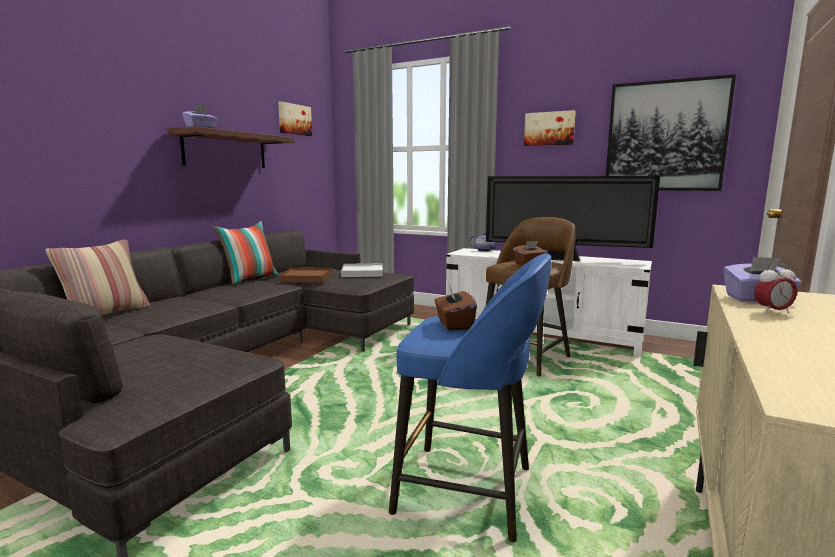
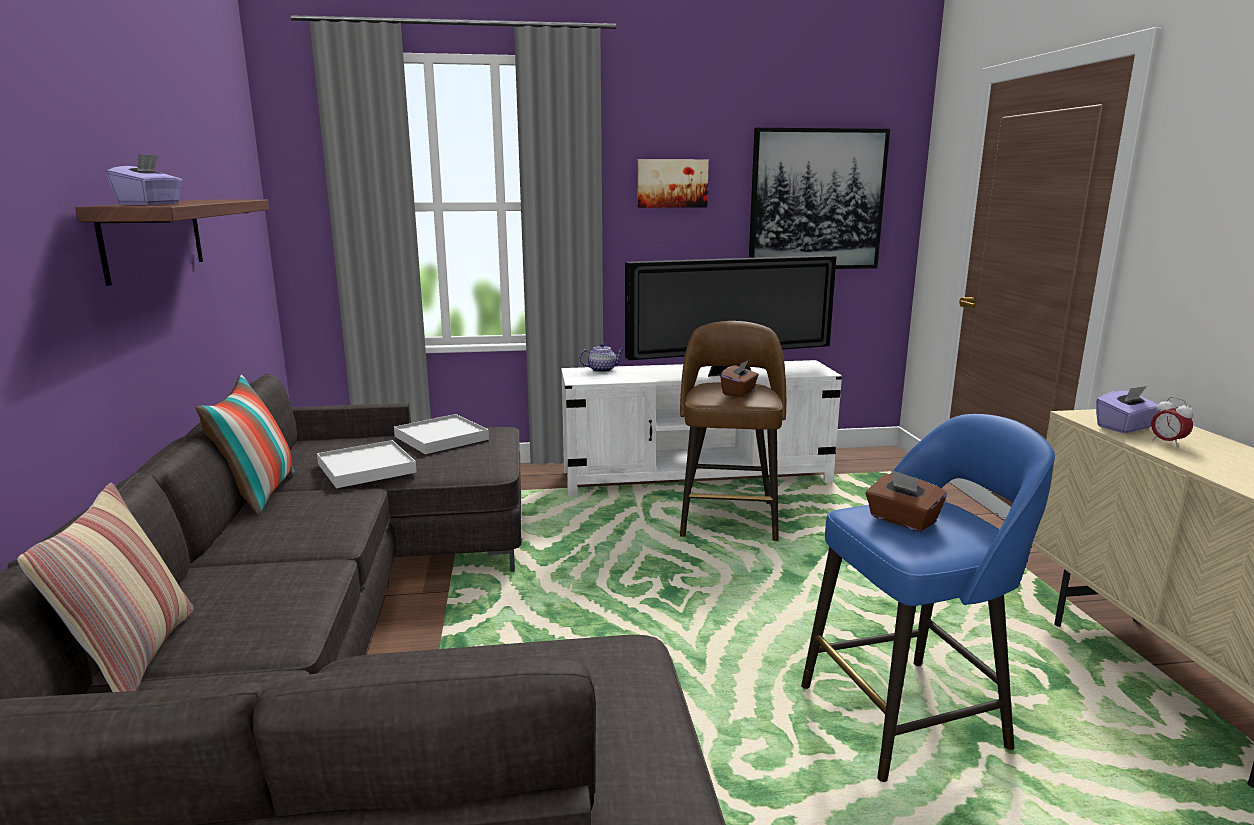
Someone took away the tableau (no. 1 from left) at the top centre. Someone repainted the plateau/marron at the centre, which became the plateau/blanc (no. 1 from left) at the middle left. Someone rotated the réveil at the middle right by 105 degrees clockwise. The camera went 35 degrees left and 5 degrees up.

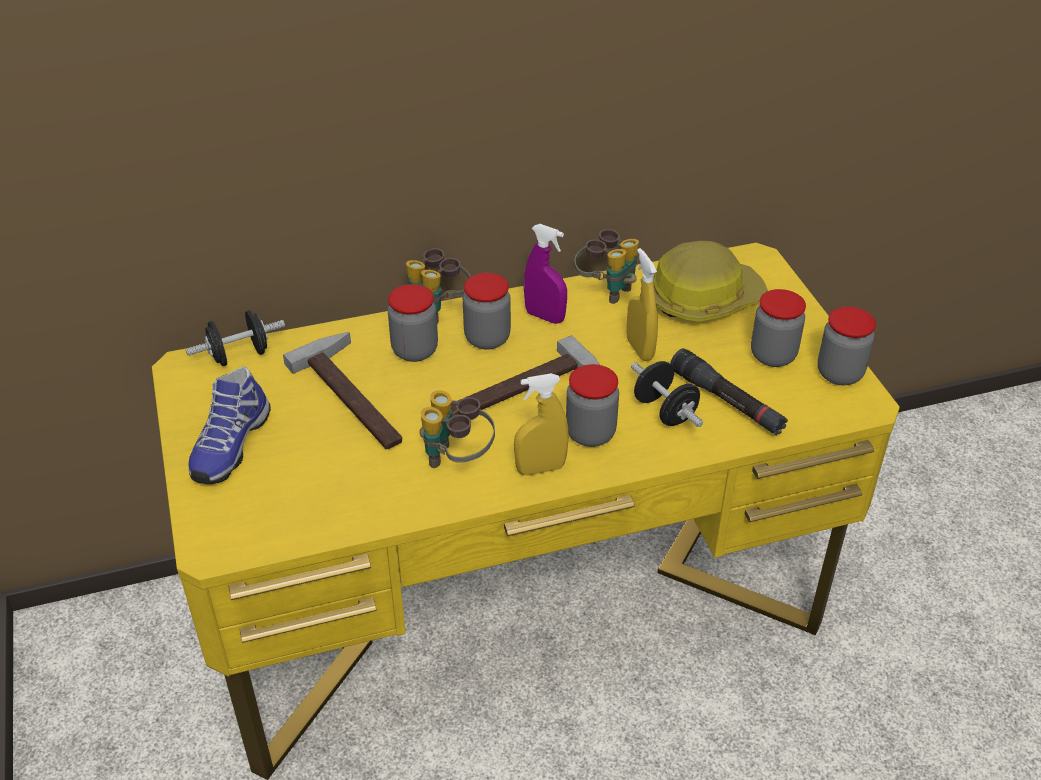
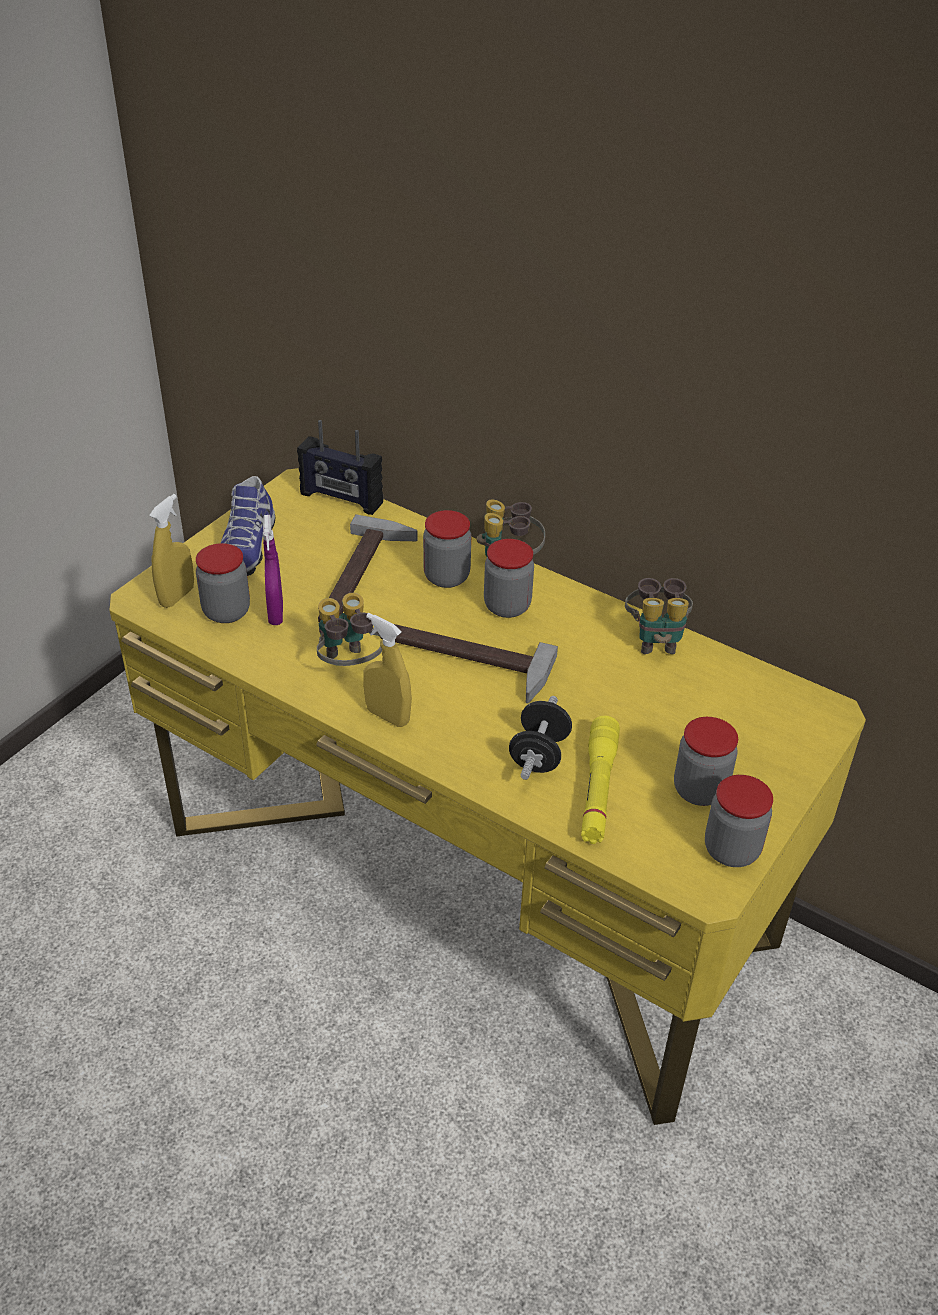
Someone swapped the haltère/noir (no. 1 from left) at the middle left for the radio at the centre. Someone rotated the chaussure at the middle left by 60 degrees counterclockwise. Someone carried the vaporisateur/violet from the centre to the middle left. Someone carried the bocal (no. 3 from left in the first image) from the centre to the middle left. Someone carried the vaporisateur/jaune (no. 2 from left in the first image) from the centre to the middle left. Someone took away the casque de chantier at the middle right. Someone repainted the lampe de poche/noir at the middle right, which became the lampe de poche/jaune at the centre. The camera went 50 degrees right and 0 degrees up.

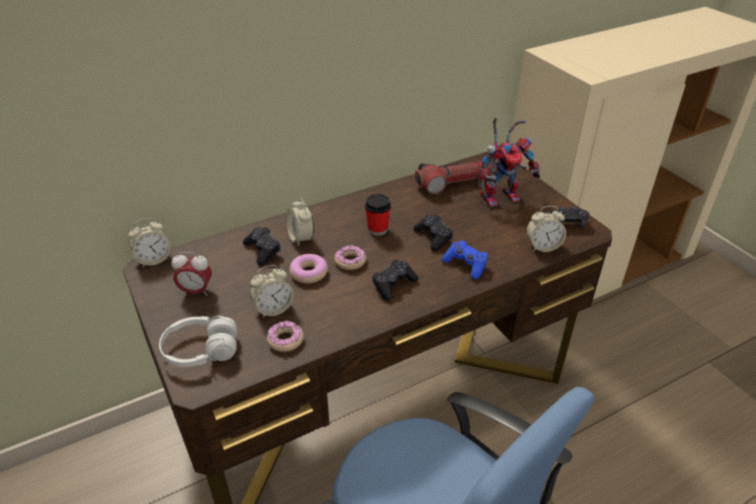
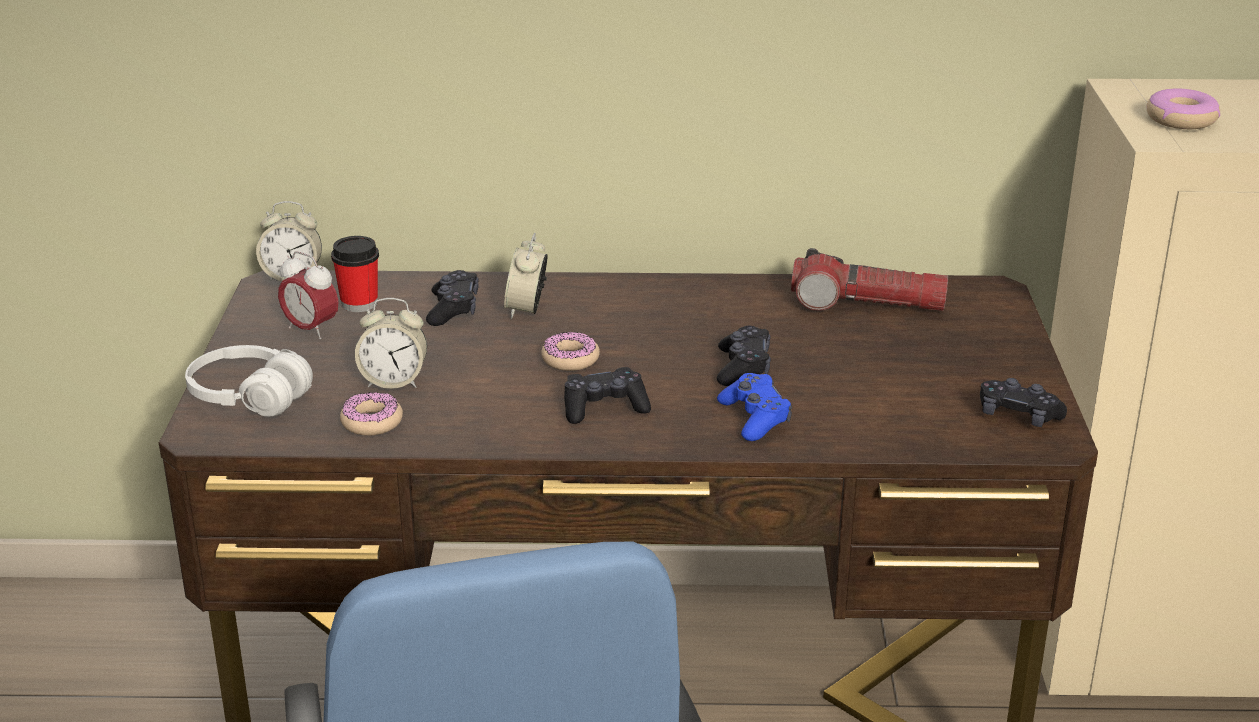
Someone carried the beignet (no. 2 from left in the first image) from the centre to the top right. Someone carried the tasse from the centre to the middle left. Someone took away the robot jouet at the top right. Someone took away the réveil (no. 5 from left) at the middle right. The camera went 30 degrees right and 10 degrees down.

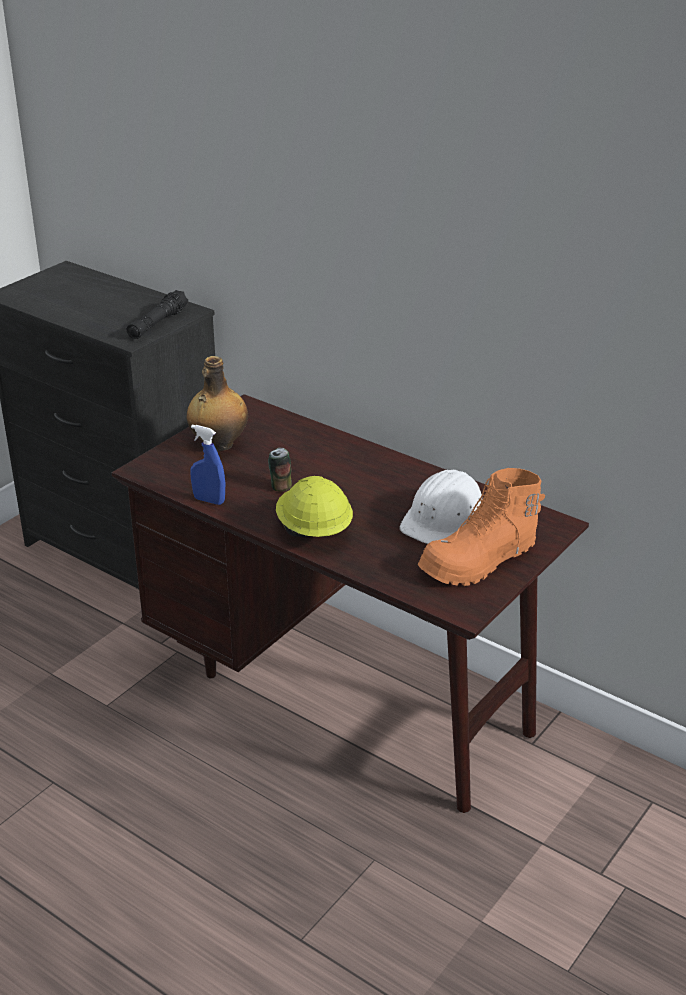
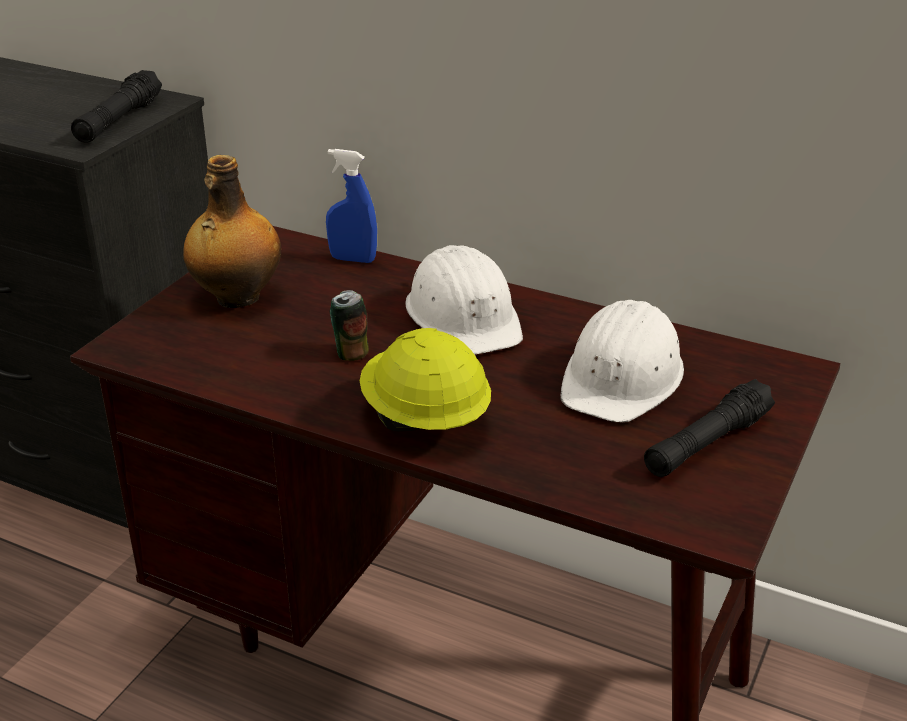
Someone carried the vaporisateur/bleu from the middle left to the top centre. Someone swapped the botte/orange at the middle right for the lampe de poche/noir (no. 2 from left) at the middle right. Someone put down the casque de chantier/blanc (no. 1 from left) at the centre. The camera went 10 degrees left and 0 degrees up.

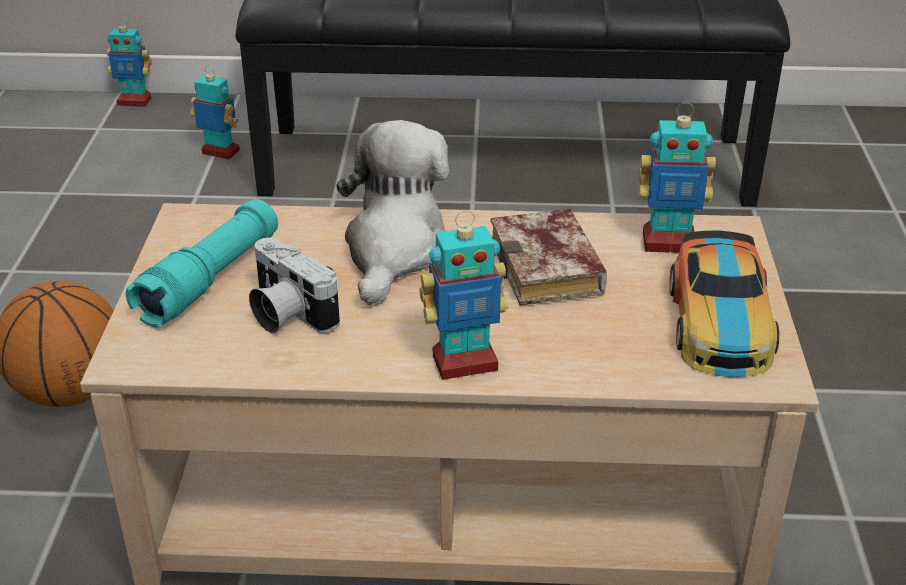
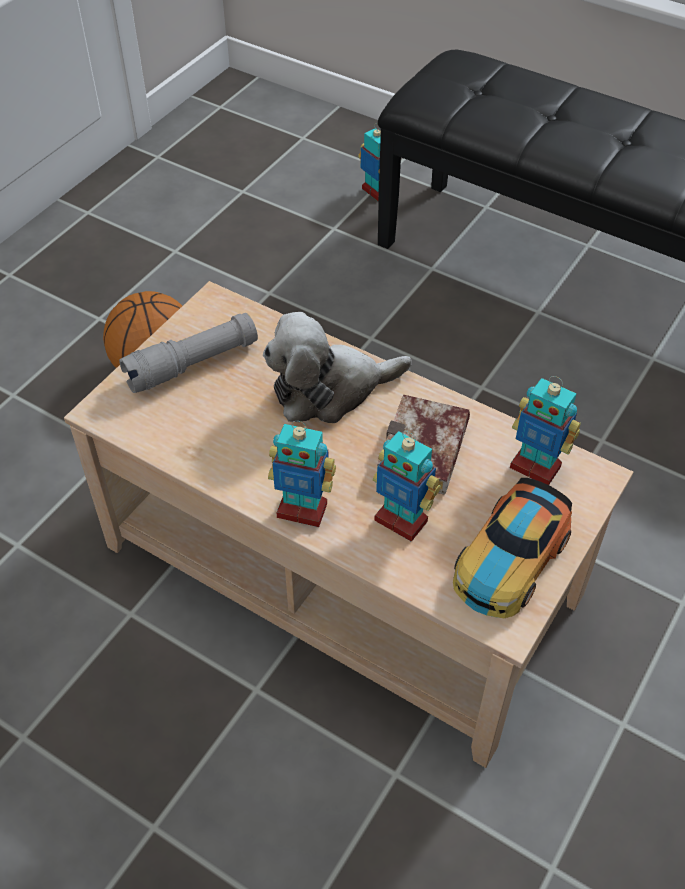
Someone carried the robot jouet (no. 1 from left in the first image) from the top left to the centre. Someone repainted the lampe de poche/turquoise at the middle left, which became the lampe de poche/gris at the middle left. Someone took away the appareil photo at the middle left. Someone rotated the peluche at the centre by 150 degrees counterclockwise. The camera went 30 degrees right and 15 degrees up.

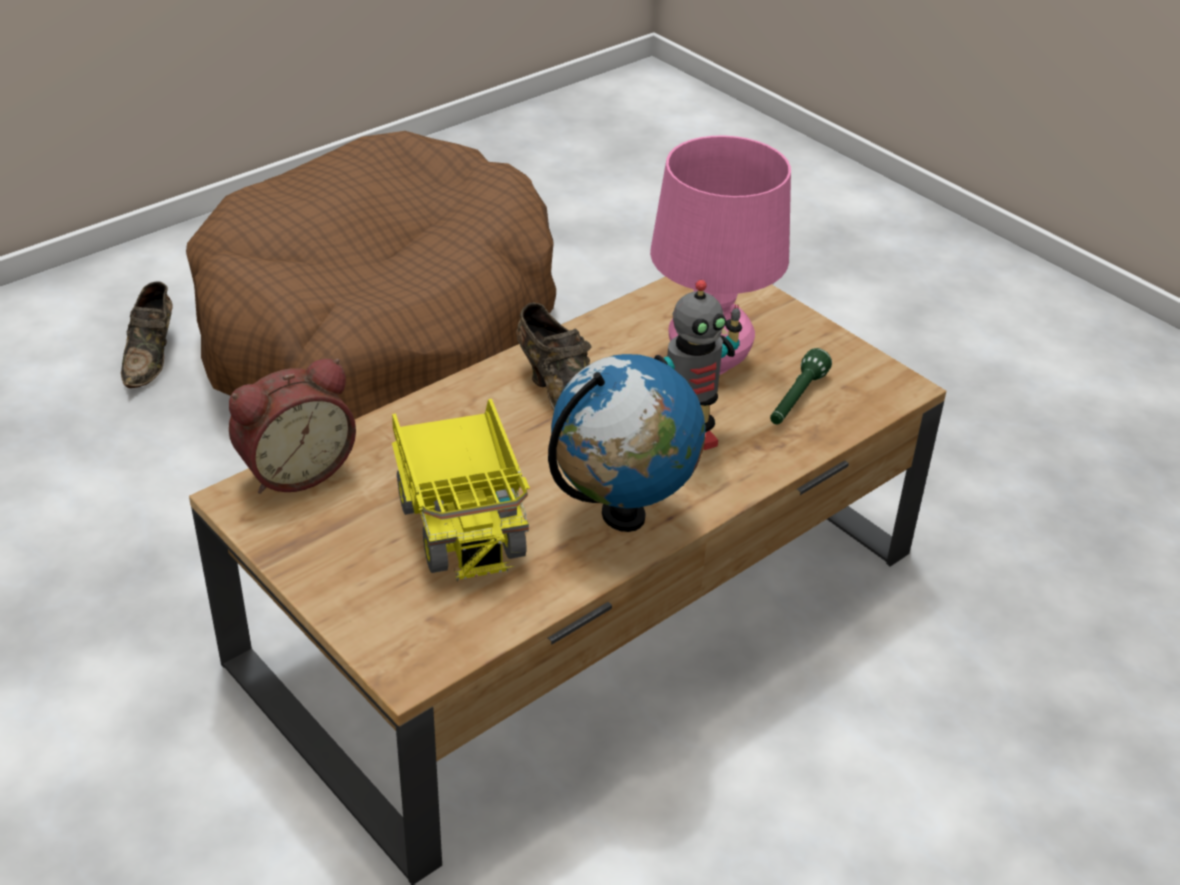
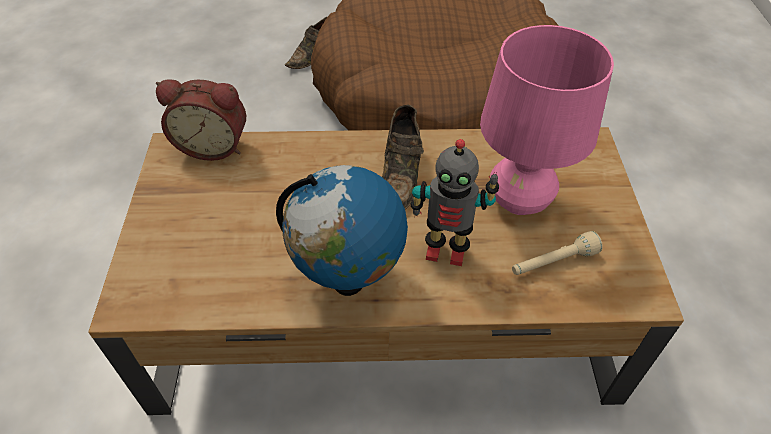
Someone took away the camion jouet at the centre. Someone repainted the lampe de poche/vert at the middle right, which became the lampe de poche/beige at the middle right. The camera went 40 degrees right and 10 degrees up.

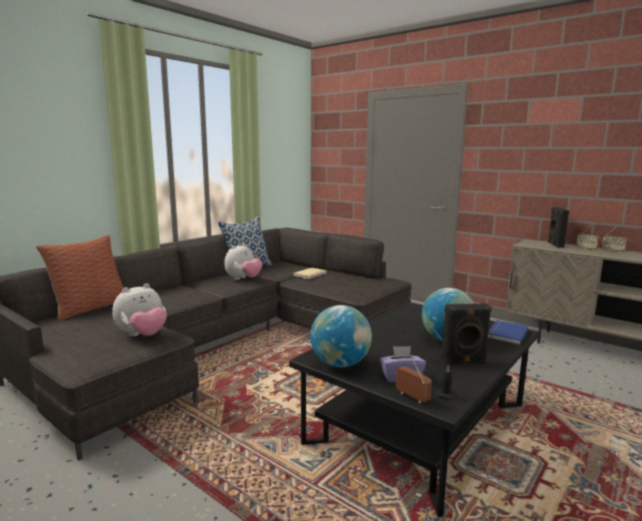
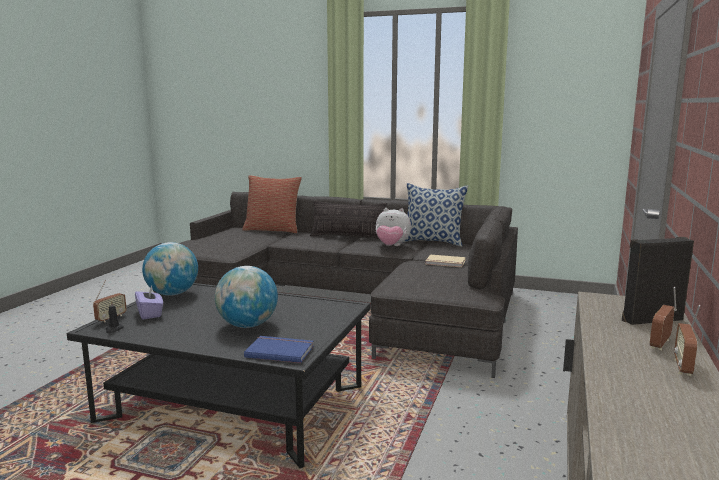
Someone took away the peluche (no. 1 from left) at the middle left. Someone took away the enceinte/noir (no. 1 from left) at the middle right. Someone put down the coussin (no. 2 from left) at the centre. The camera went 70 degrees right and 0 degrees up.

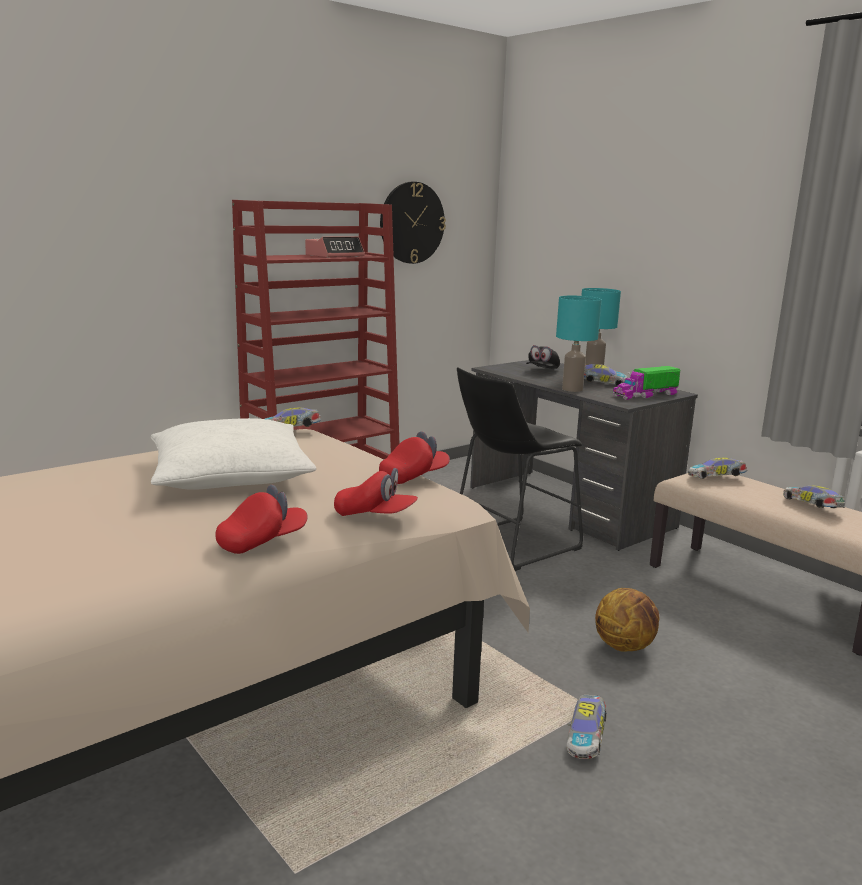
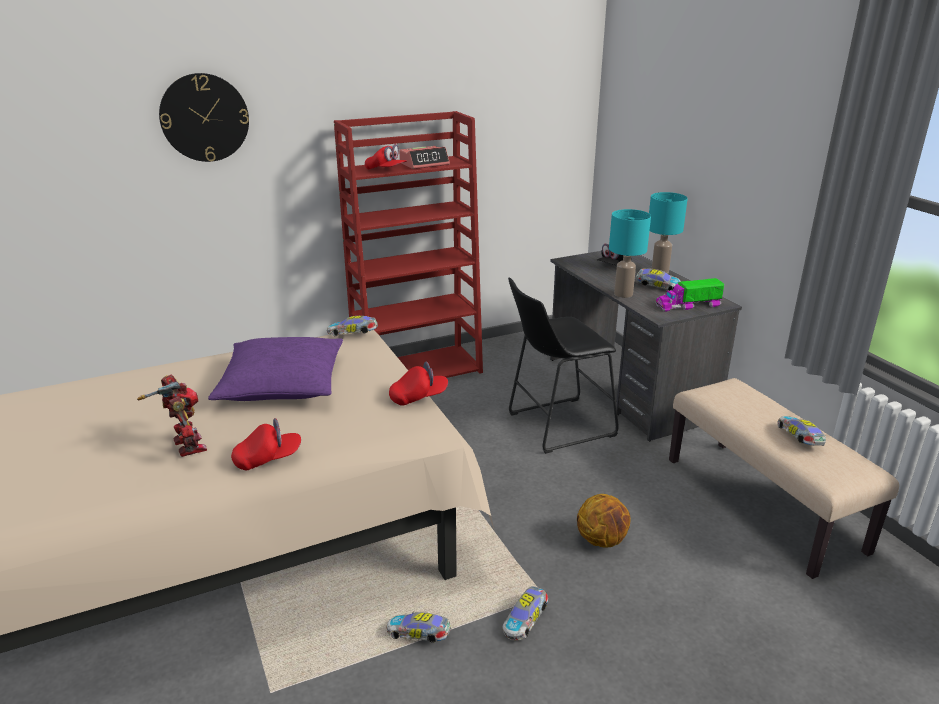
Someone repainted the coussin/blanc at the middle left, which became the coussin/violet at the middle left. Someone carried the casquette/rouge (no. 2 from left) from the centre to the top centre. Someone carried the horloge murale from the top centre to the top left. Someone carried the petite voiture (no. 4 from left in the first image) from the middle right to the bottom centre. Someone put down the robot jouet at the middle left. The camera went 15 degrees right and 10 degrees up.

